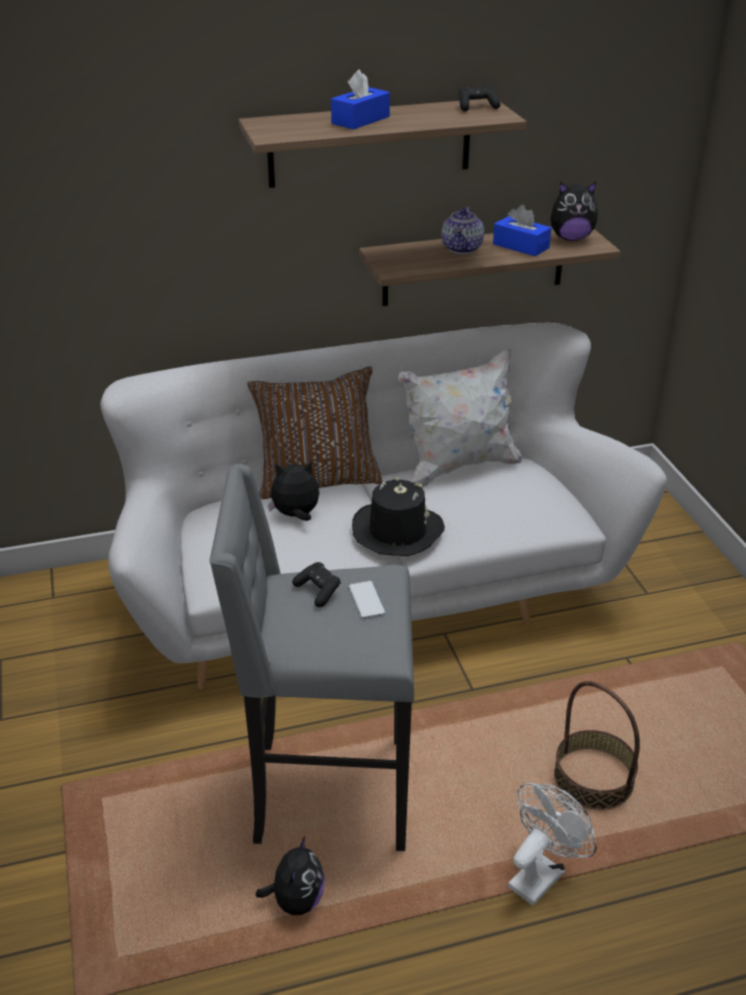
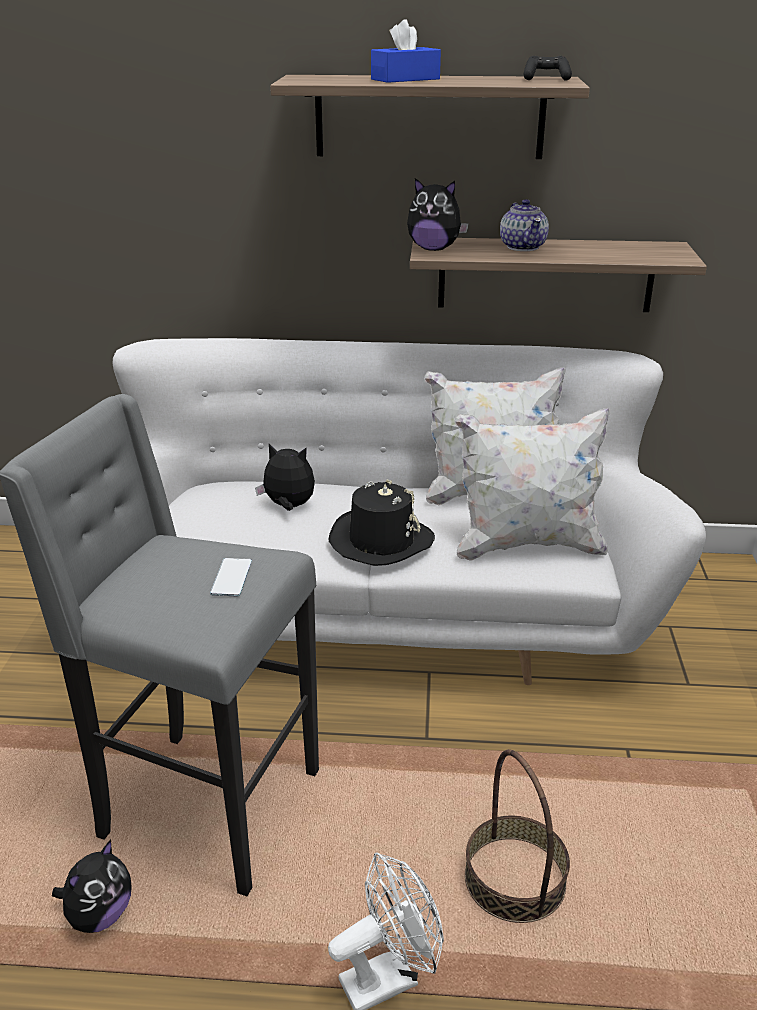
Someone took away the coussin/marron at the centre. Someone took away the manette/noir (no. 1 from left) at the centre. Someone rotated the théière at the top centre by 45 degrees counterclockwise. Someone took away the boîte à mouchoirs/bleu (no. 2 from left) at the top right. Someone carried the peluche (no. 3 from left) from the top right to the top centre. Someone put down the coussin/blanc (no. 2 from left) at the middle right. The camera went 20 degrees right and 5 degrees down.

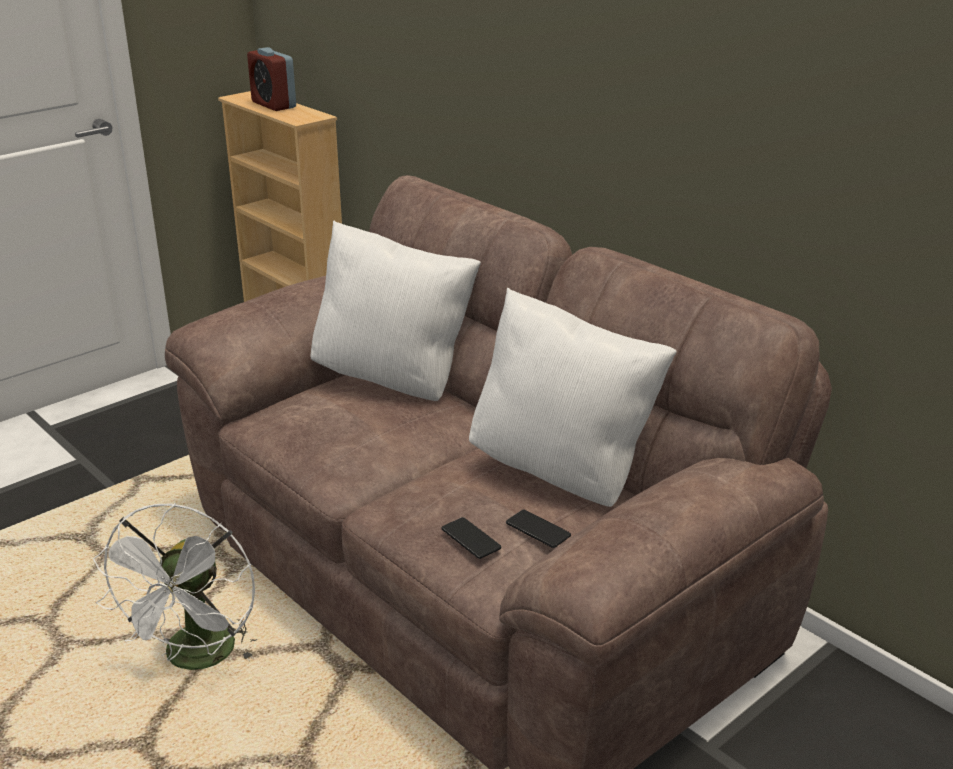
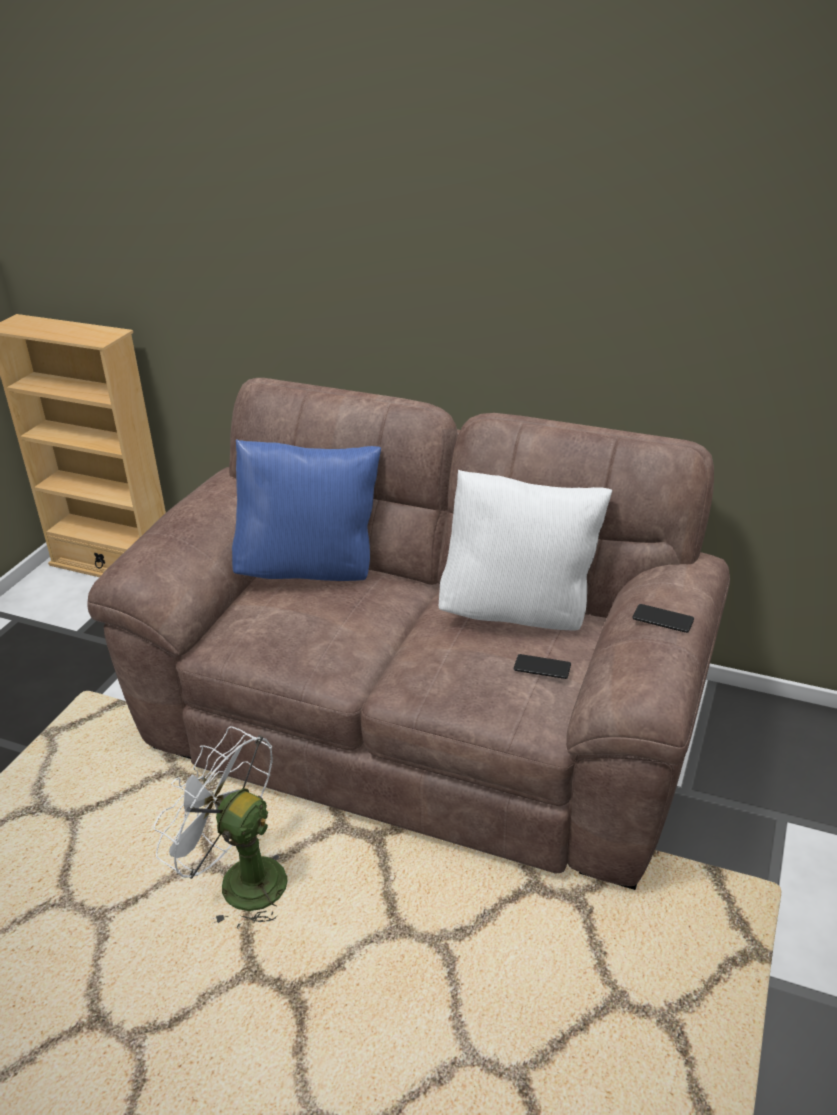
Someone rotated the ventilateur/blanc at the bottom left by 135 degrees clockwise. Someone took away the réveil at the top left. Someone repainted the coussin/blanc (no. 1 from left) at the centre, which became the coussin/bleu at the centre. Someone carried the téléphone (no. 1 from left in the first image) from the bottom centre to the middle right. The camera went 25 degrees left and 5 degrees up.

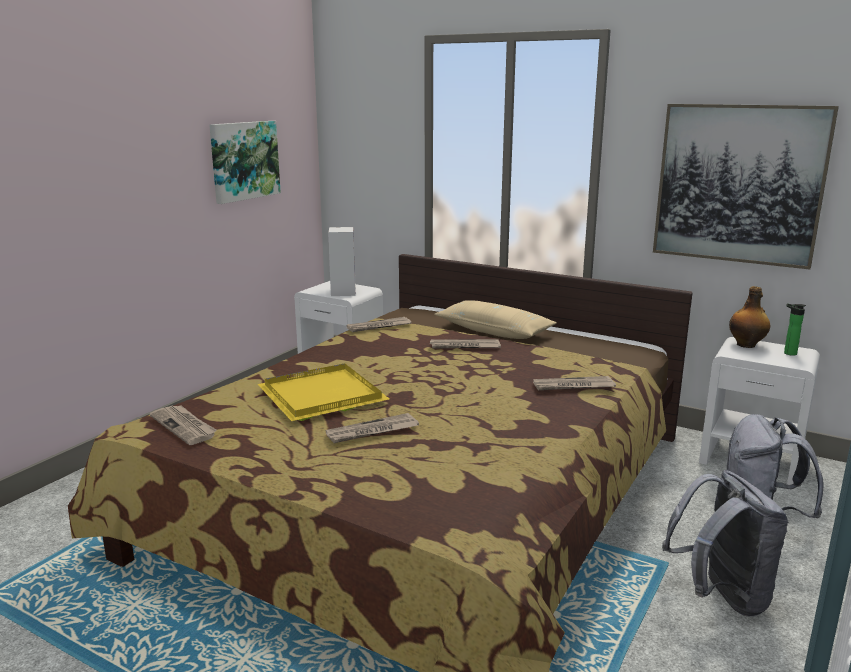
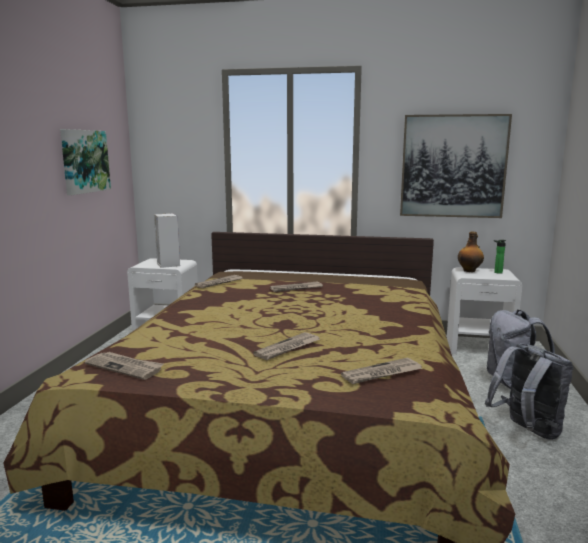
Someone took away the plateau/jaune at the centre. Someone took away the coussin/beige at the centre. Someone carried the journal (no. 5 from left) from the middle right to the bottom centre. The camera went 20 degrees left and 5 degrees down.

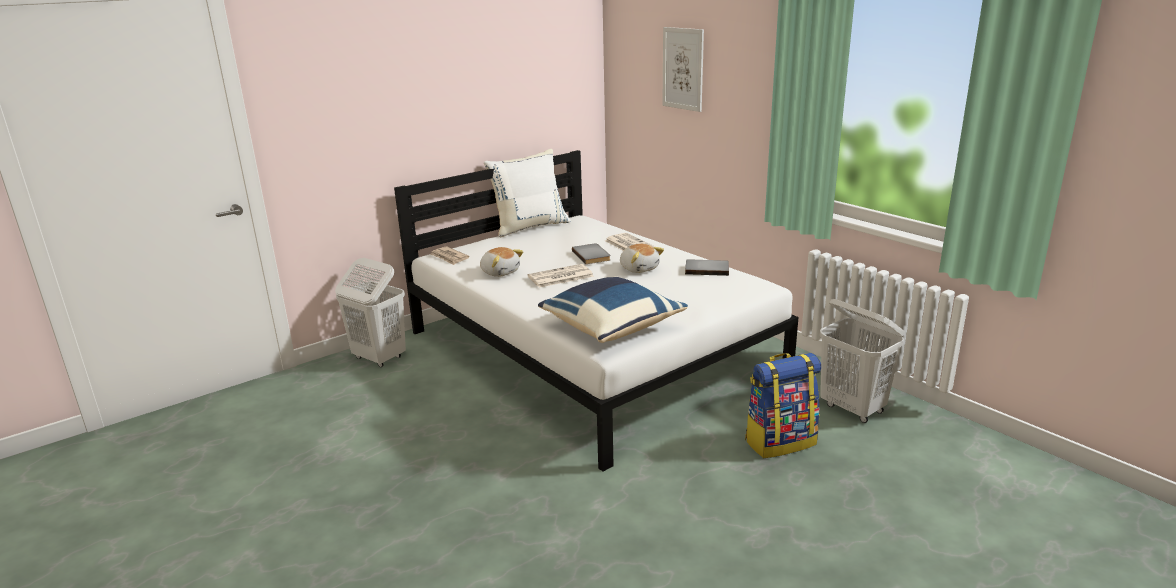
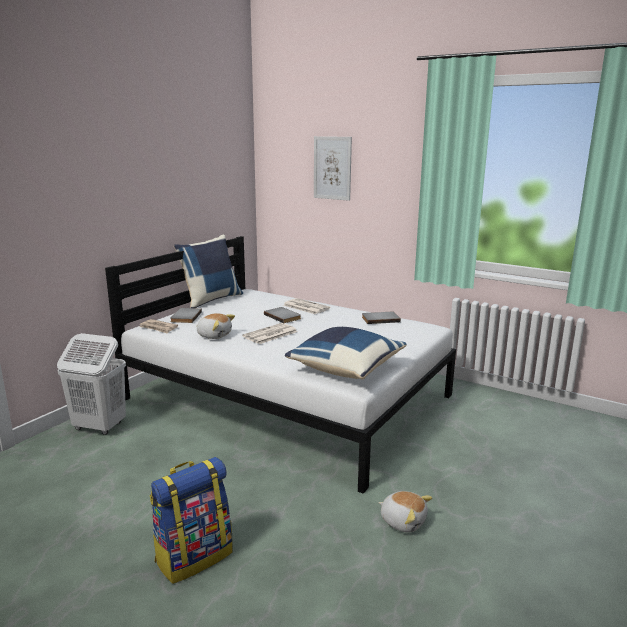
Someone repainted the coussin/blanc at the top centre, which became the coussin/bleu (no. 1 from left) at the middle left. Someone carried the peluche (no. 2 from left) from the centre to the bottom centre. Someone carried the sac à dos from the bottom centre to the bottom left. Someone took away the panier à linge/blanc (no. 2 from left) at the middle right. Someone put down the livre/gris (no. 1 from left) at the middle left. The camera went 20 degrees left and 5 degrees down.

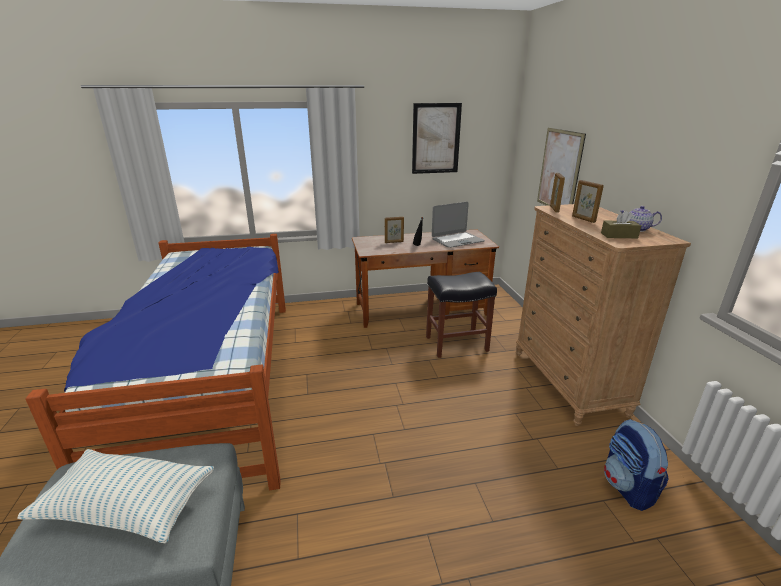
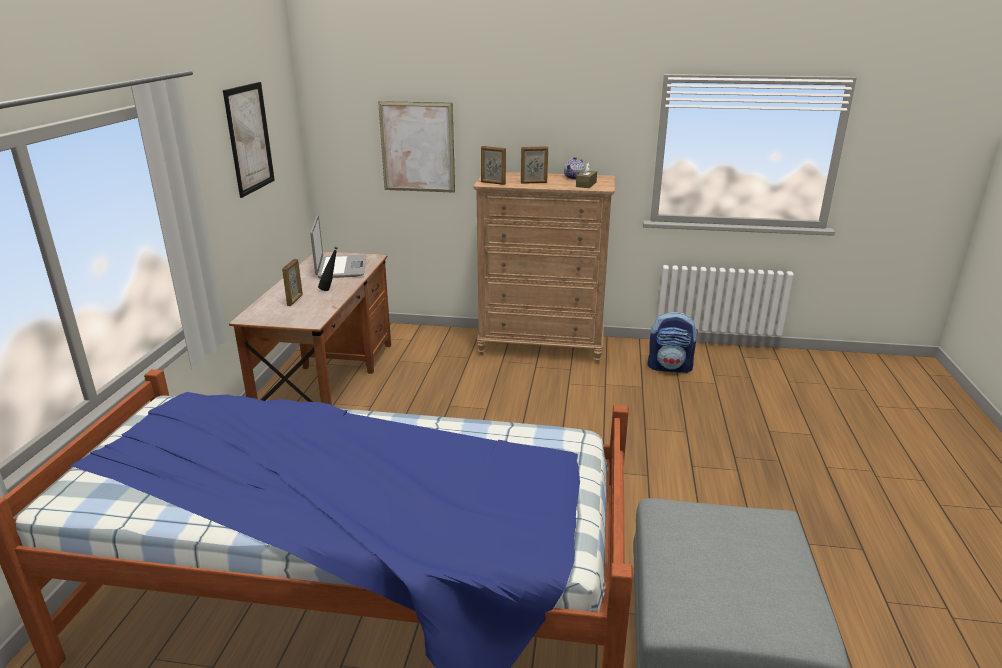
Someone took away the coussin at the bottom left. Someone took away the tabouret/noir at the centre. The camera went 70 degrees left and 0 degrees up.

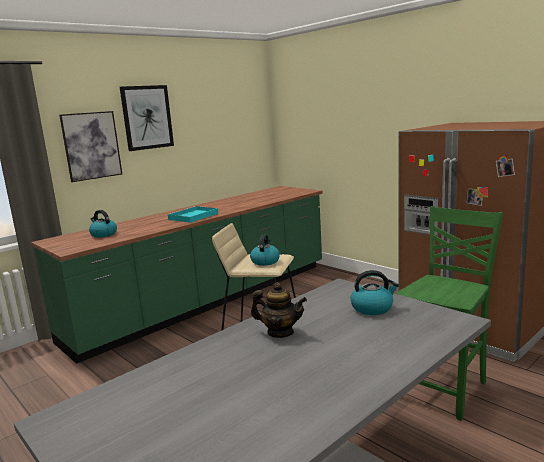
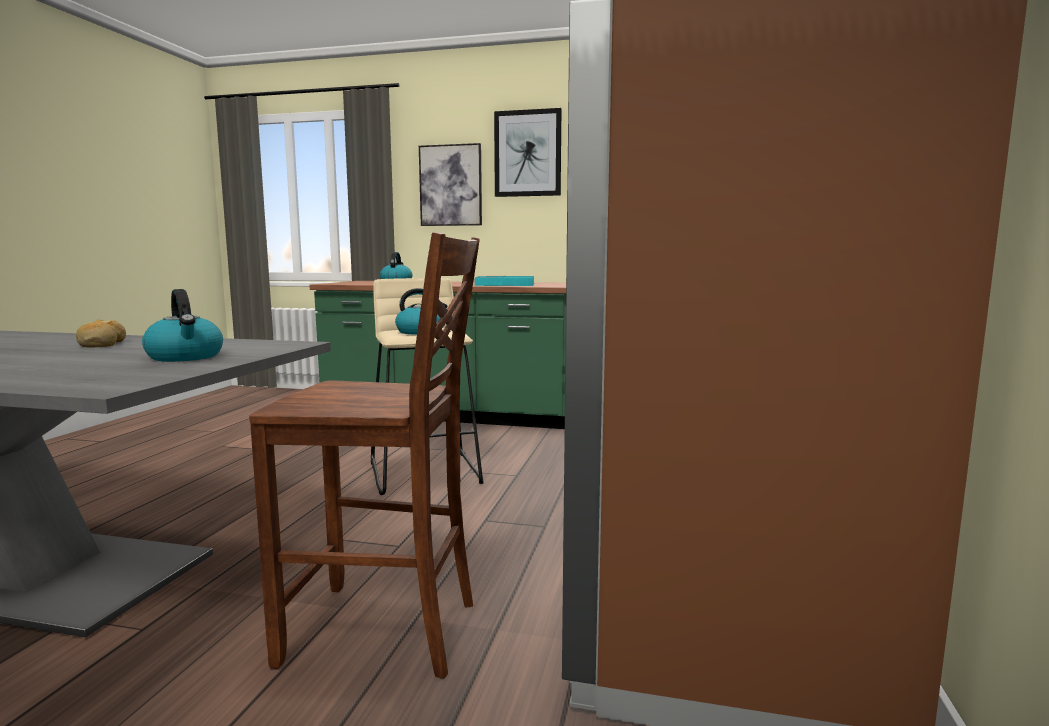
Someone swapped the théière at the bottom centre for the pain at the middle left. Someone repainted the chaise/vert at the bottom right, which became the chaise/marron at the centre. The camera went 55 degrees right and 5 degrees down.

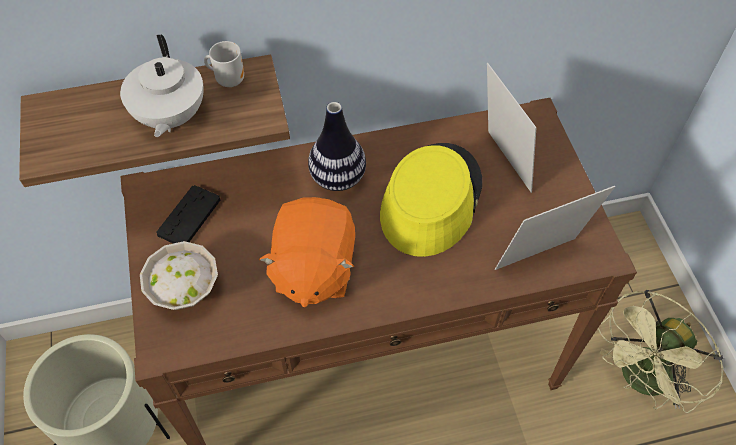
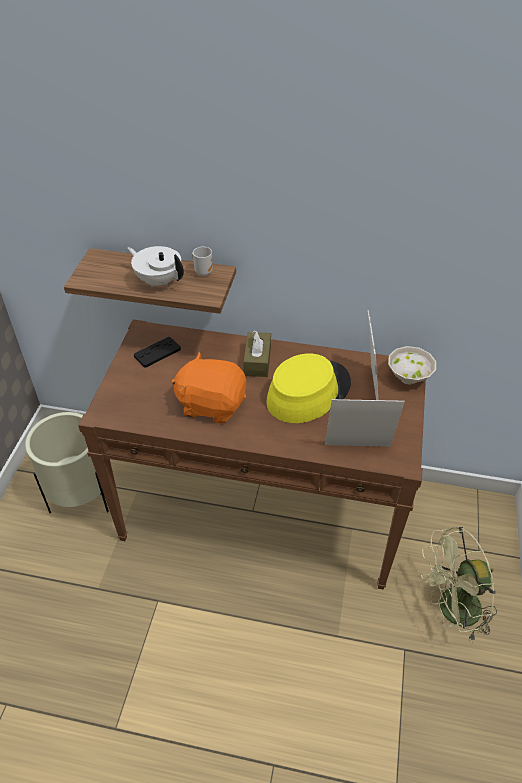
Someone rotated the théière/blanc at the top left by 105 degrees clockwise. Someone carried the bol/blanc from the middle left to the middle right. Someone rotated the peluche/orange at the centre by 75 degrees clockwise. Someone swapped the vase at the top centre for the boîte à mouchoirs/marron at the centre. The camera went 25 degrees right and 10 degrees down.

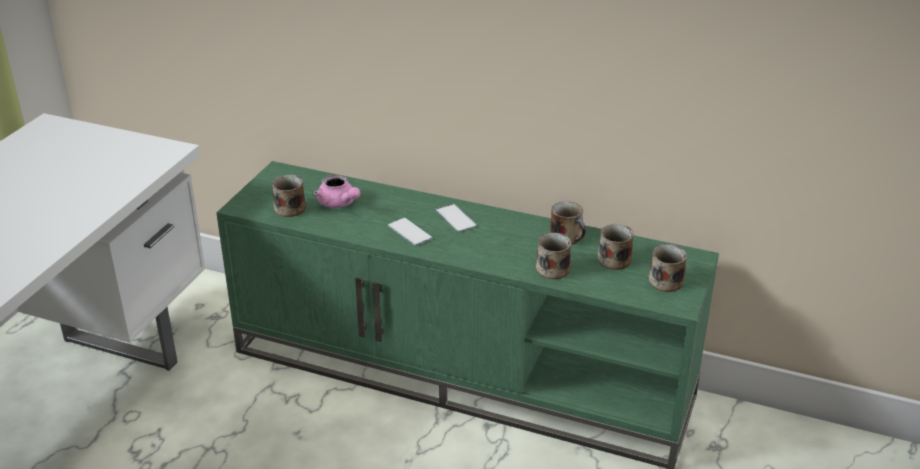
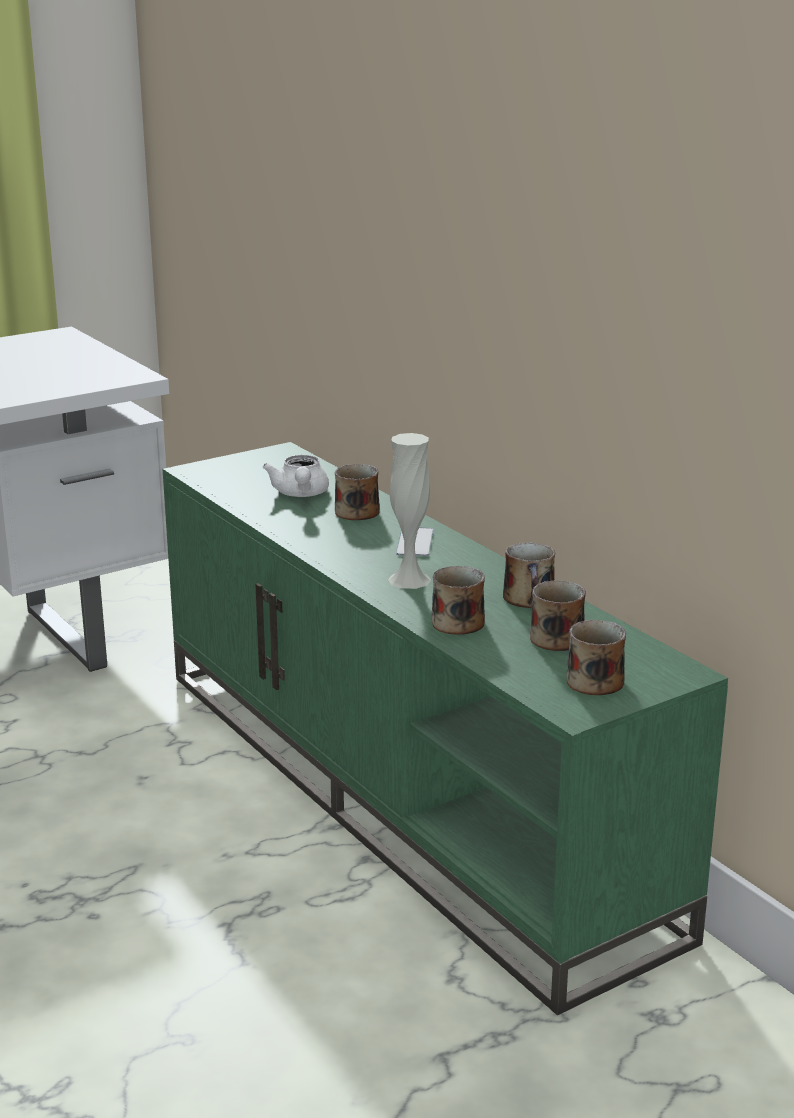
Someone carried the mug (no. 1 from left) from the middle left to the centre. Someone repainted the théière/rose at the centre, which became the théière/blanc at the centre. Someone took away the téléphone (no. 1 from left) at the centre. Someone put down the vase/blanc at the centre. The camera went 35 degrees right and 10 degrees down.

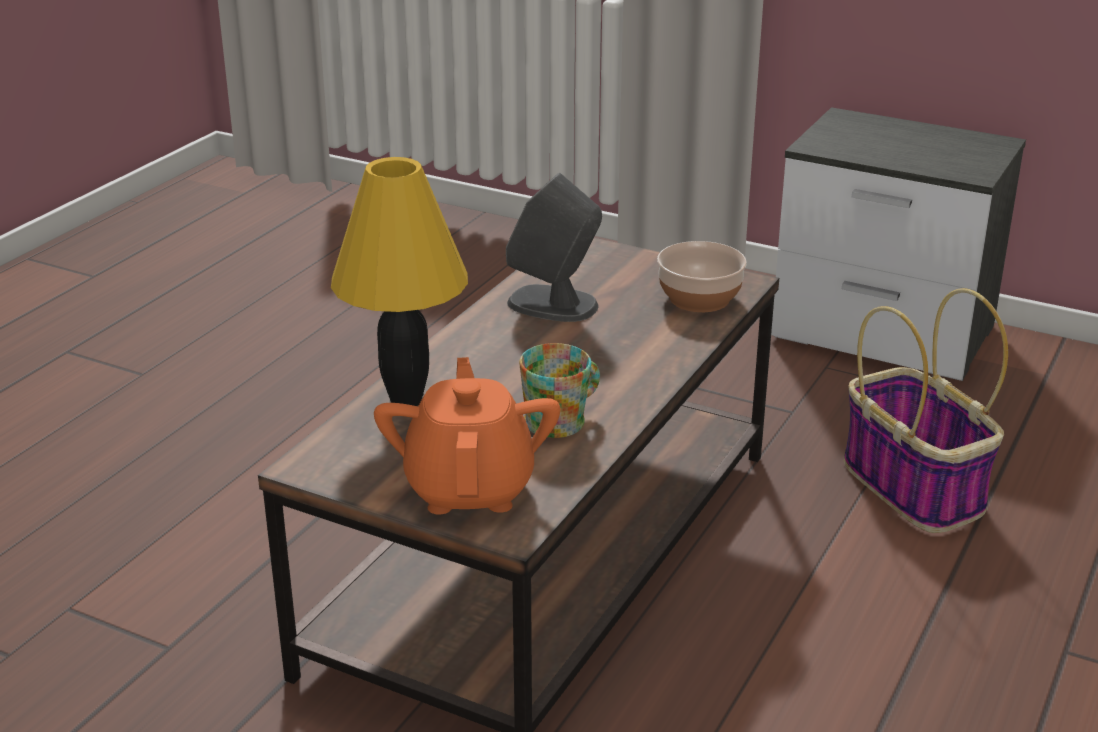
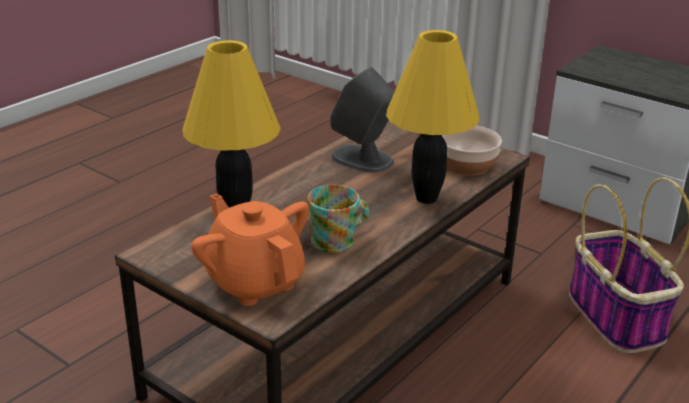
Someone rotated the théière/orange at the centre by 45 degrees counterclockwise. Someone put down the lampe de table/jaune (no. 2 from left) at the top centre. The camera went 10 degrees right and 0 degrees up.

